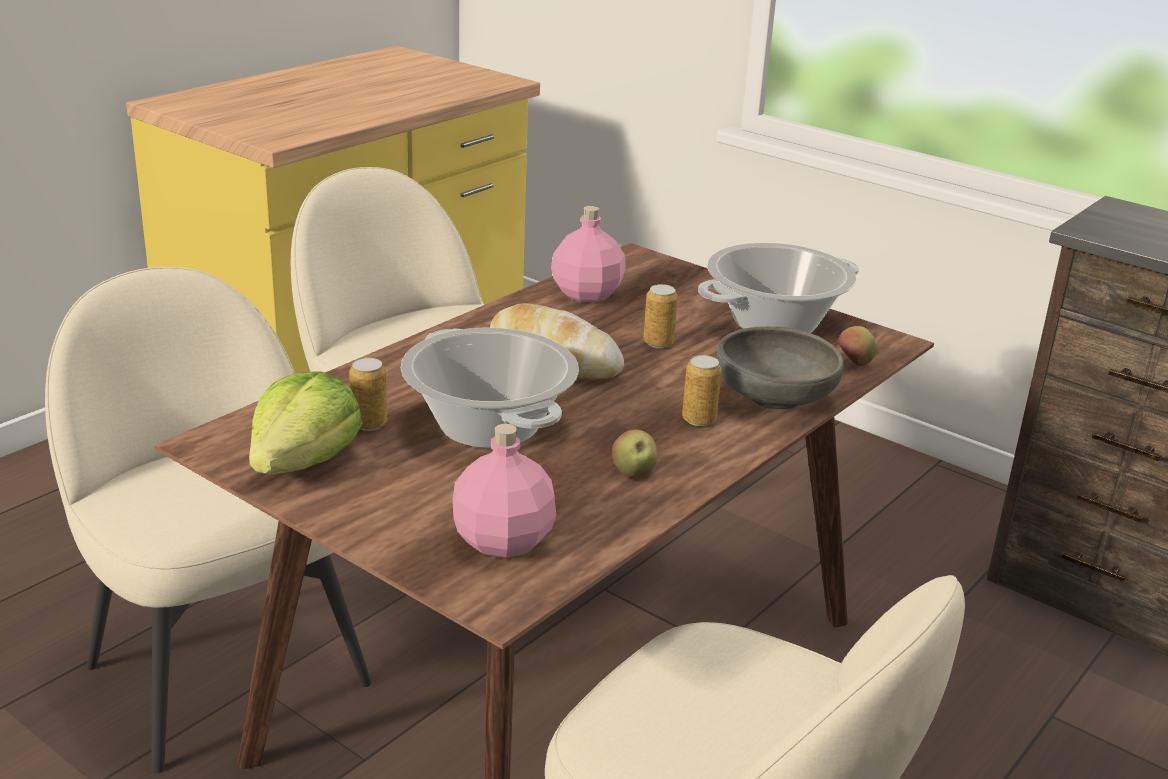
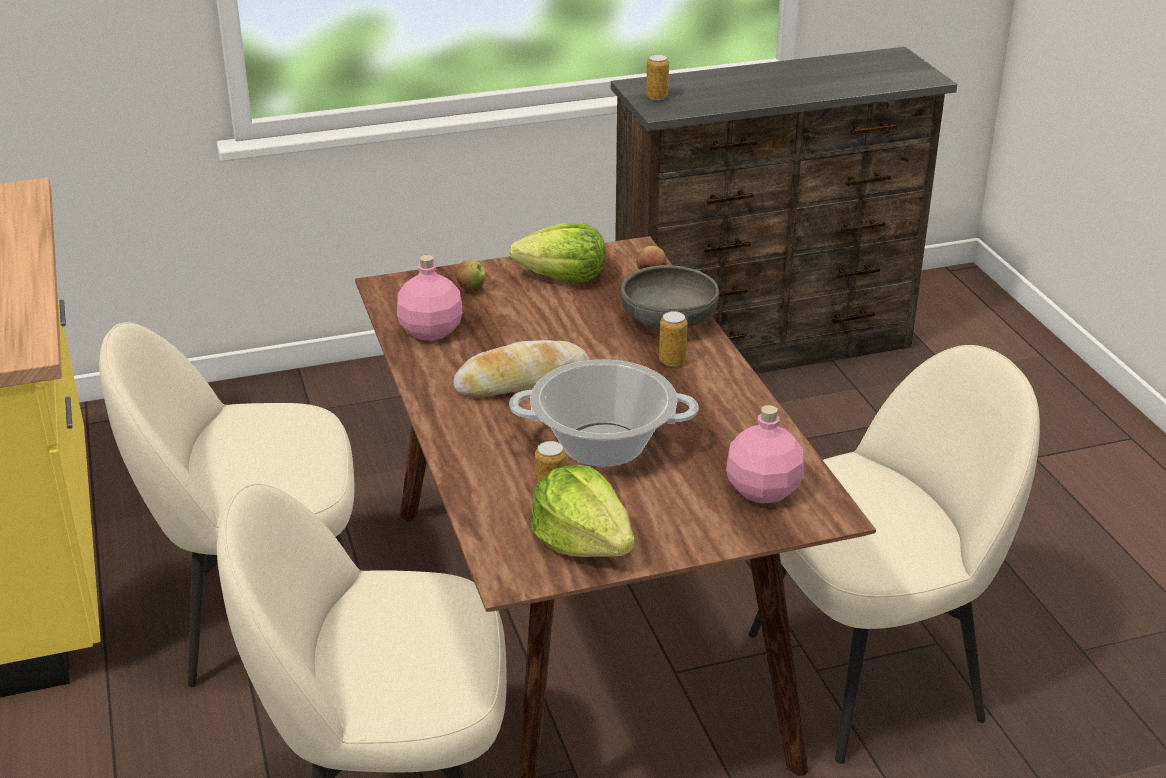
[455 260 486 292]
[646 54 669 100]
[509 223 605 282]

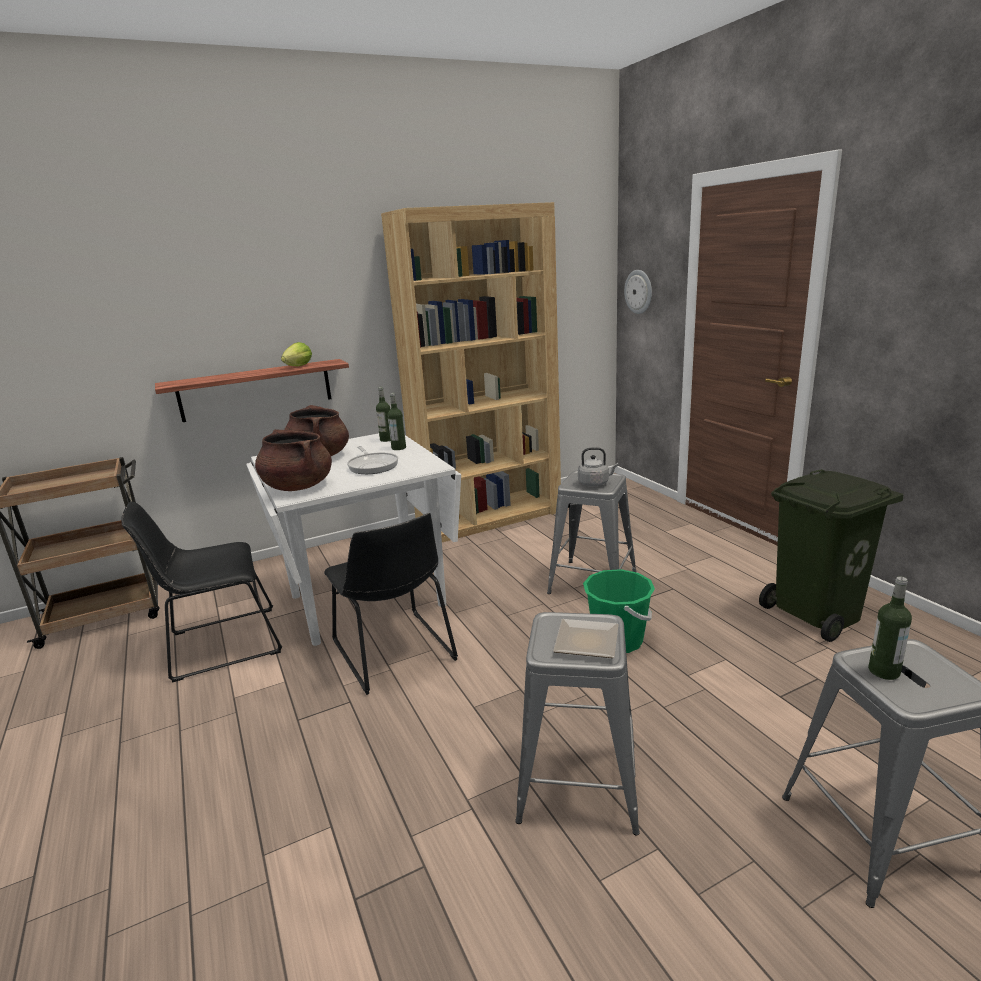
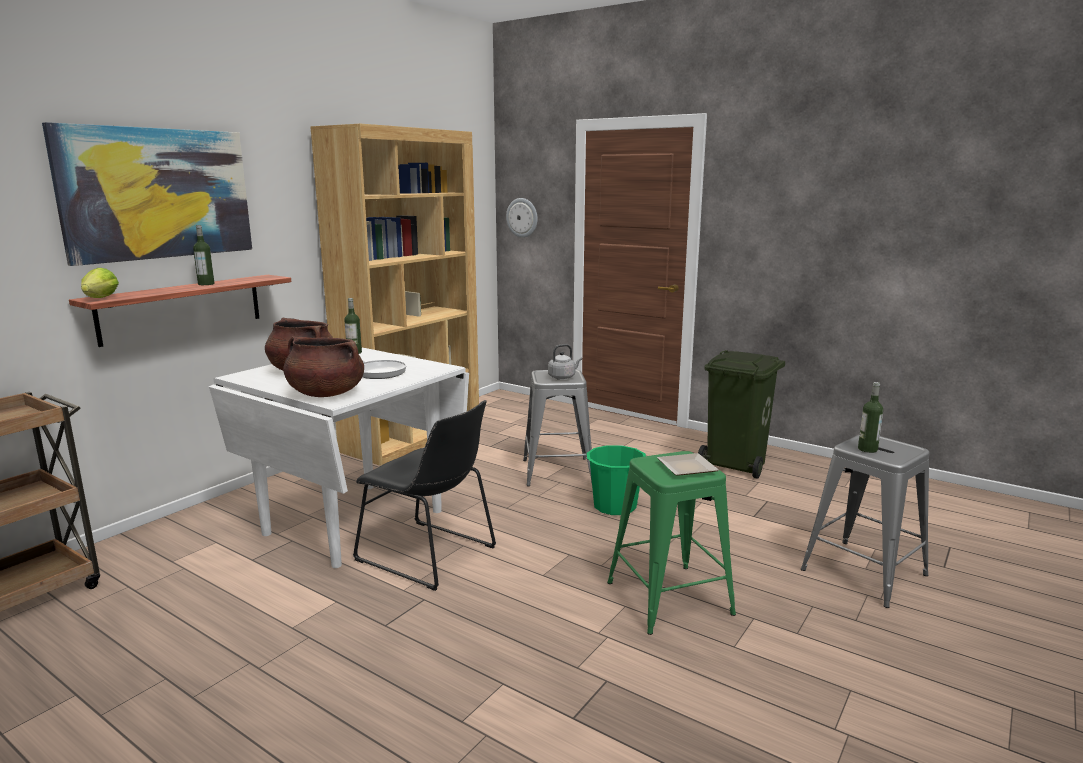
[121 501 282 683] (first image)
[81 268 119 298]
[193 225 214 285]
[607 451 736 635]
[42 122 252 266]

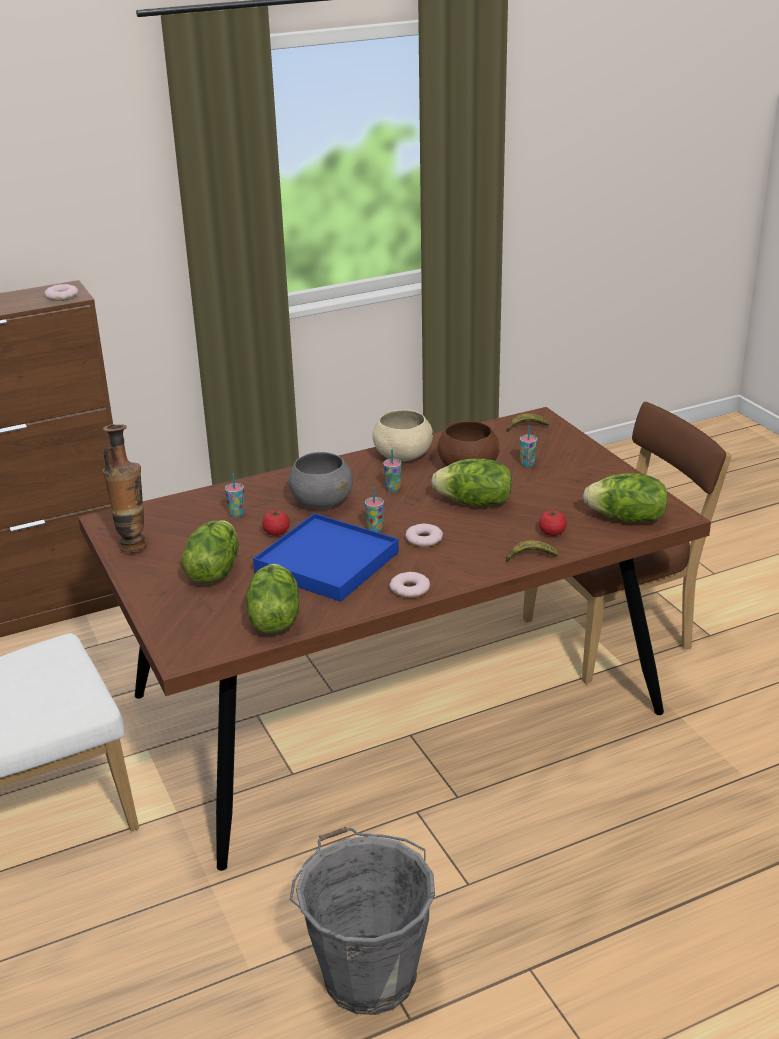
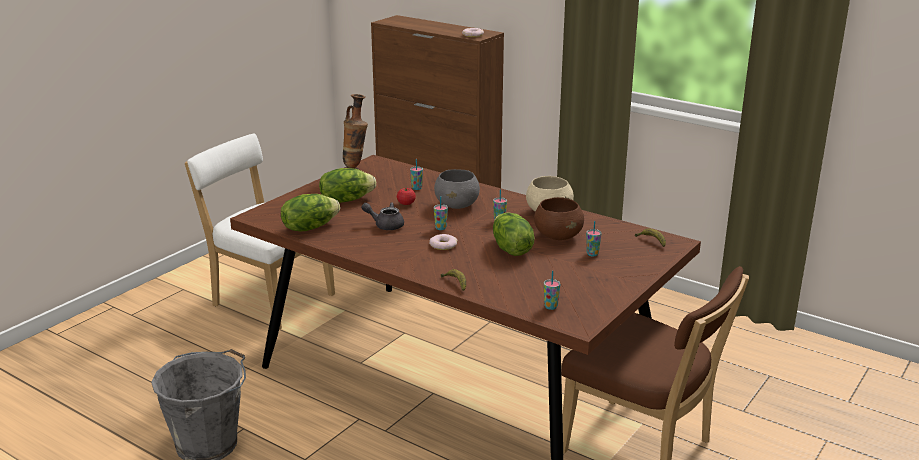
[361 202 404 230]
[389 572 430 598] (first image)
[539 510 567 536] (first image)
[544 271 560 310]

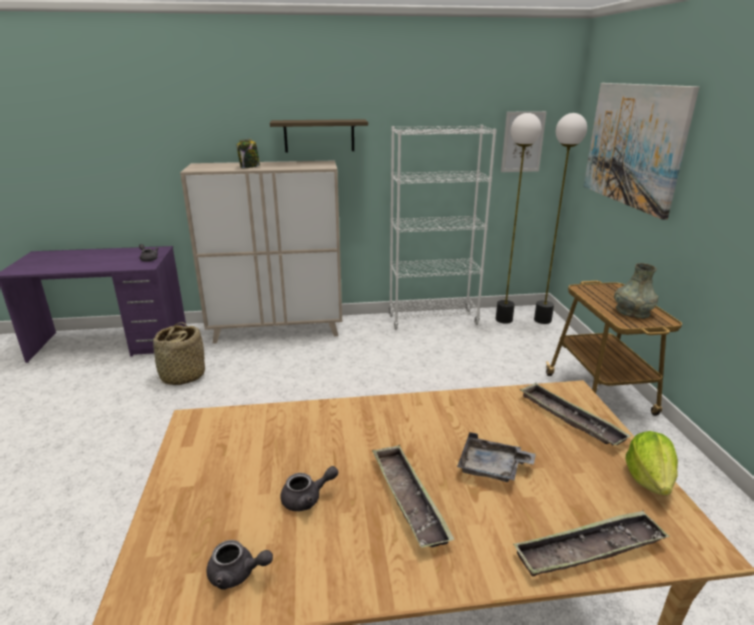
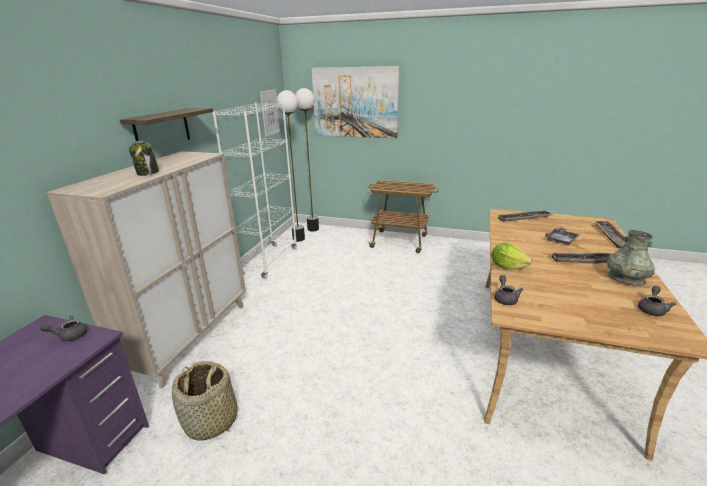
[494 275 523 305]
[606 230 655 286]
[492 242 533 270]

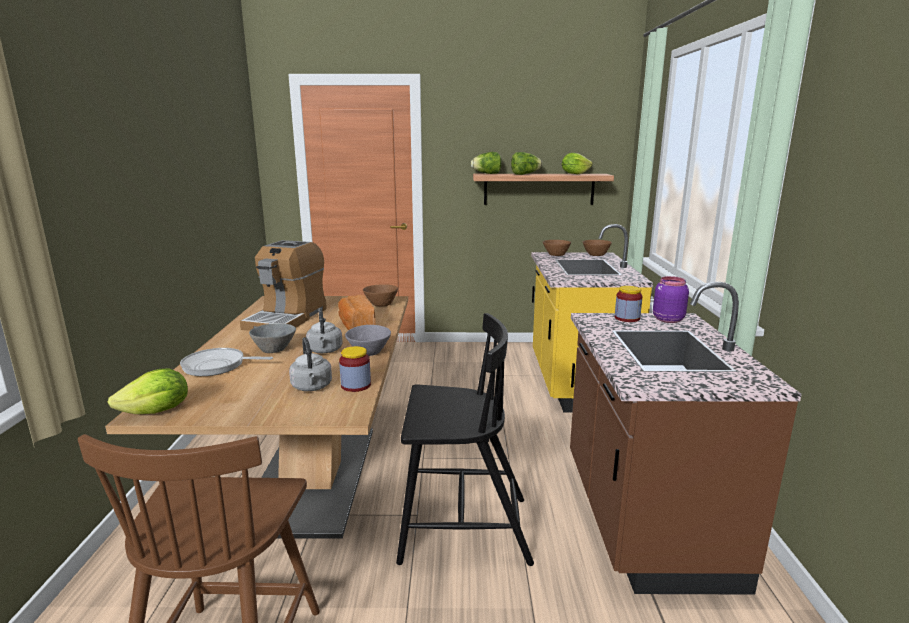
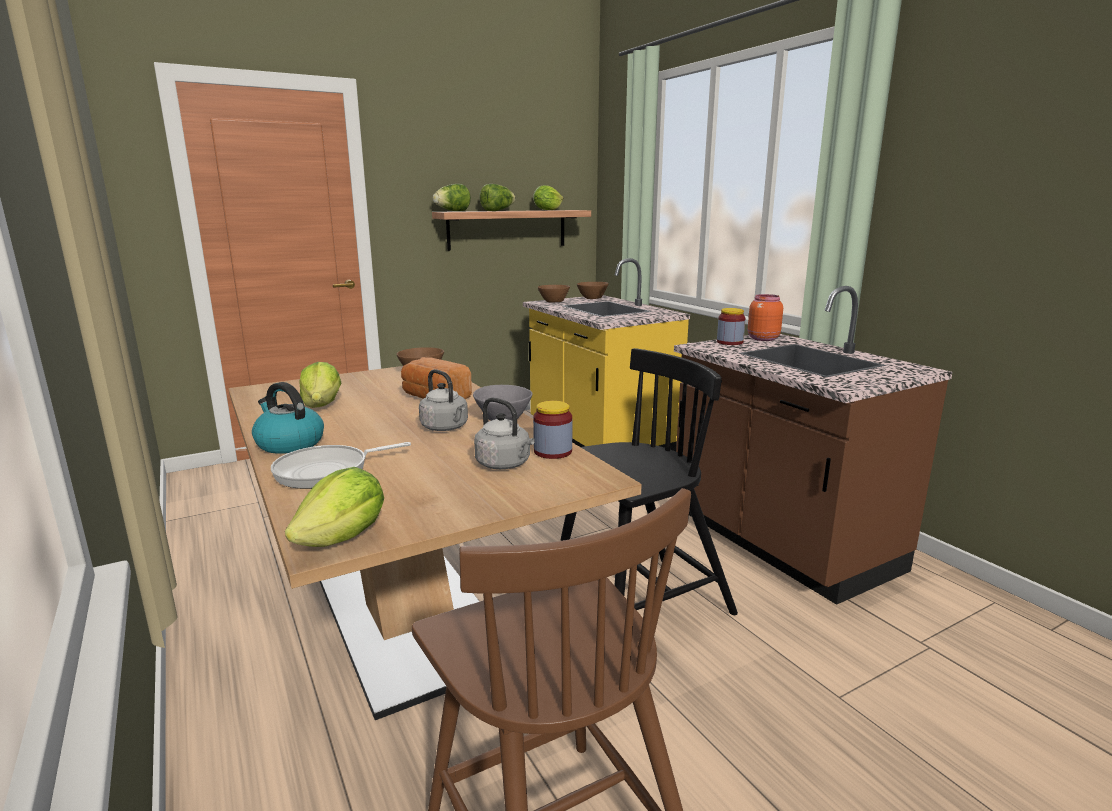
[299 362 341 408]
[249 323 296 353] (first image)
[748 294 783 341]
[252 382 324 454]

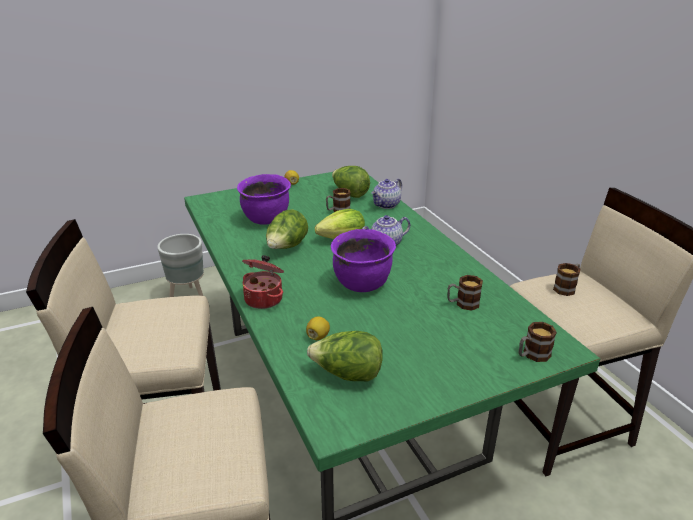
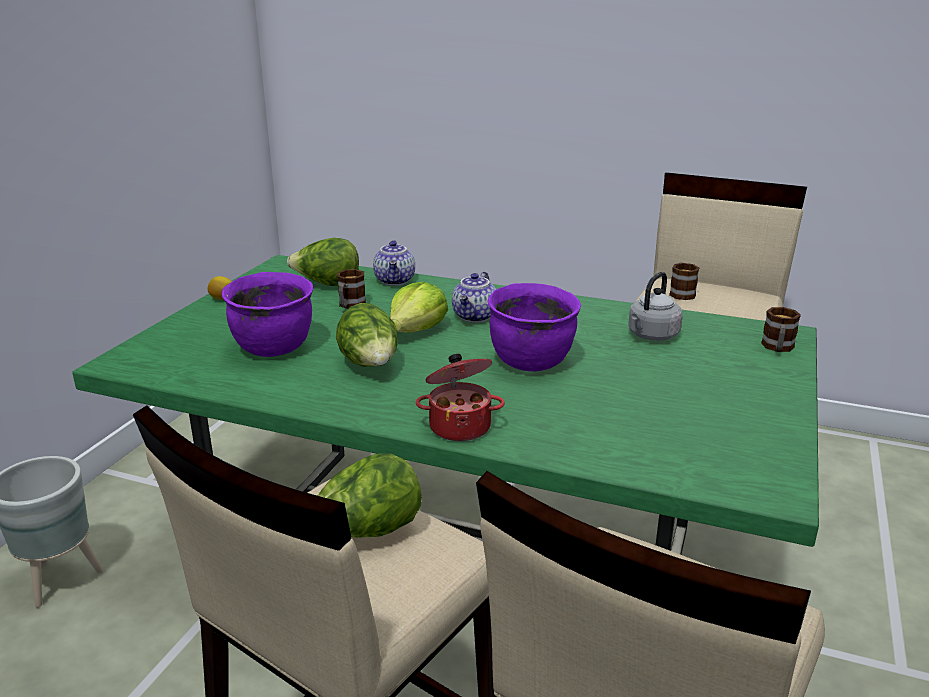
[306 317 330 340] (first image)
[318 453 422 538]
[628 272 683 341]

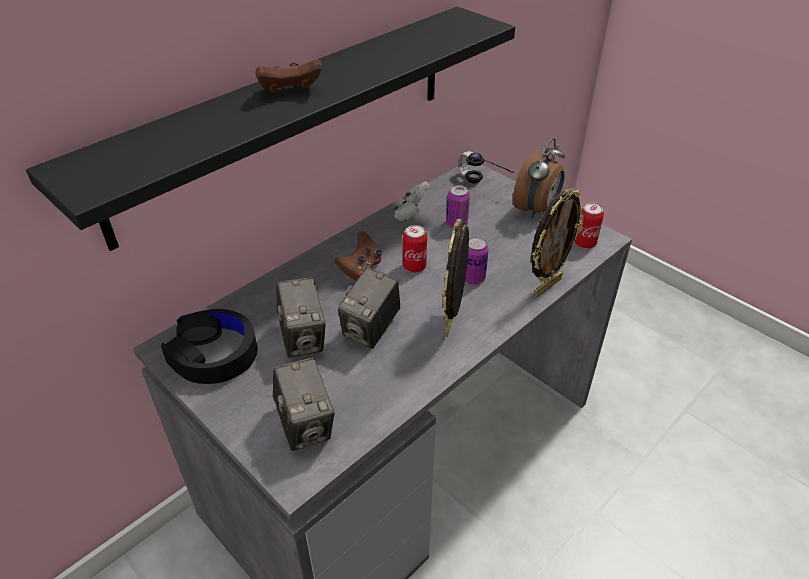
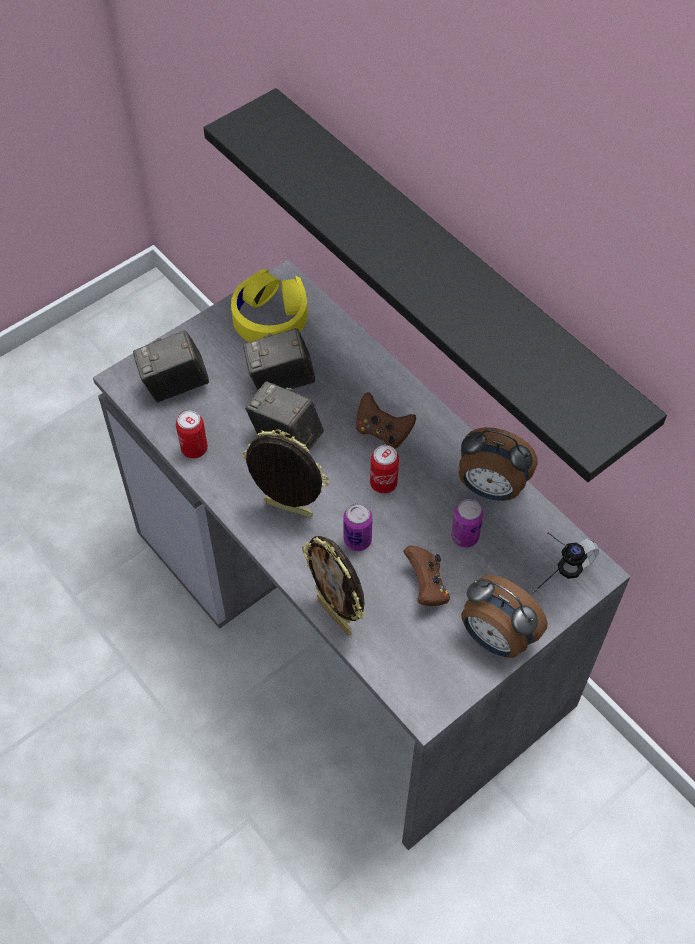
[231 269 308 342]
[403 545 450 606]
[459 427 537 501]
[176 410 208 458]

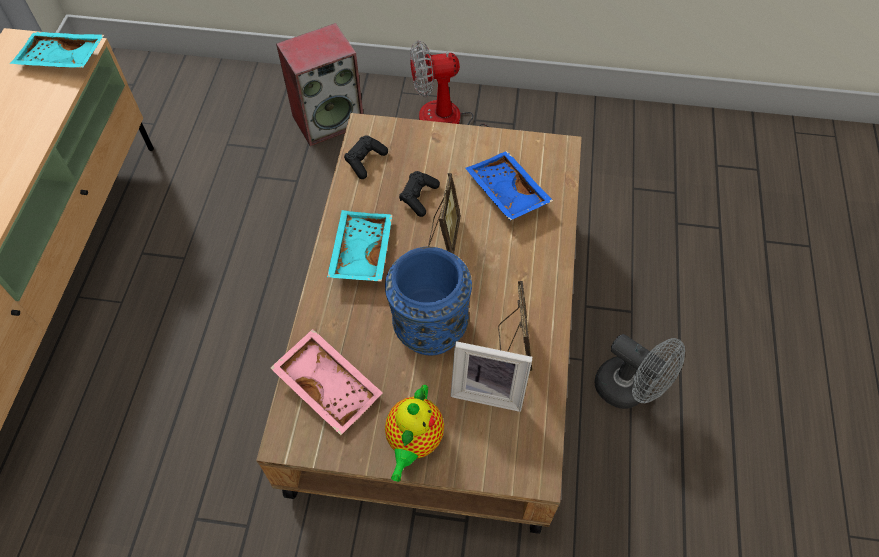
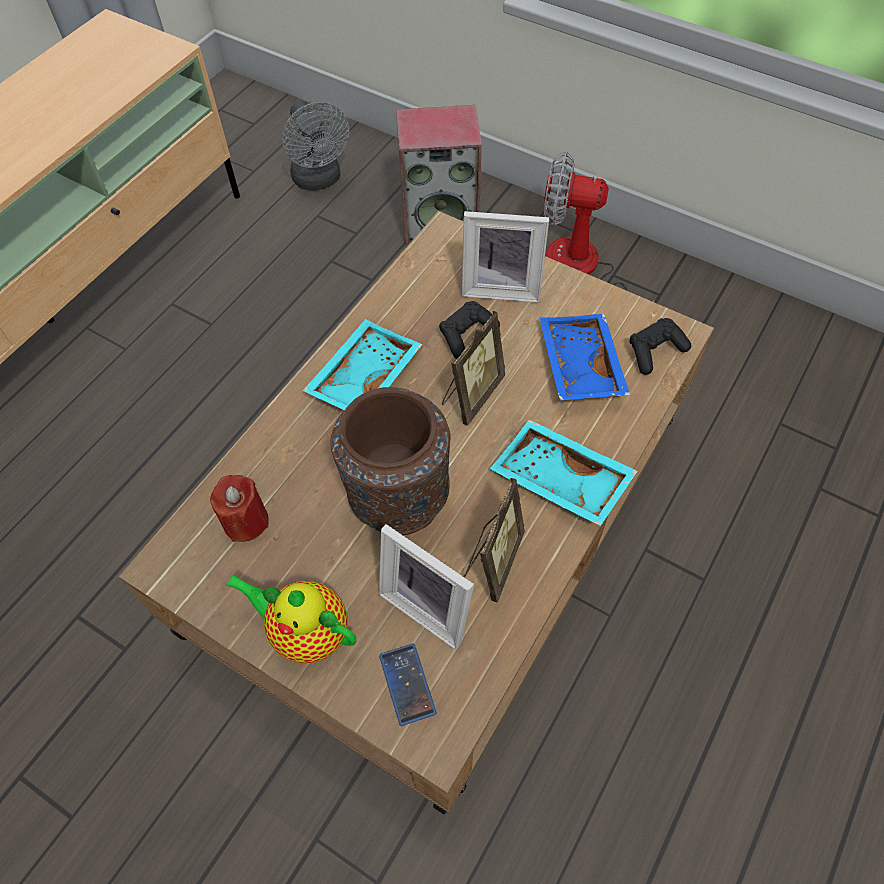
[490 420 638 526]
[210 475 269 542]
[629 318 691 375]
[330 387 450 535]
[226 574 357 663]
[282 101 349 191]
[379 644 436 726]
[462 211 549 303]

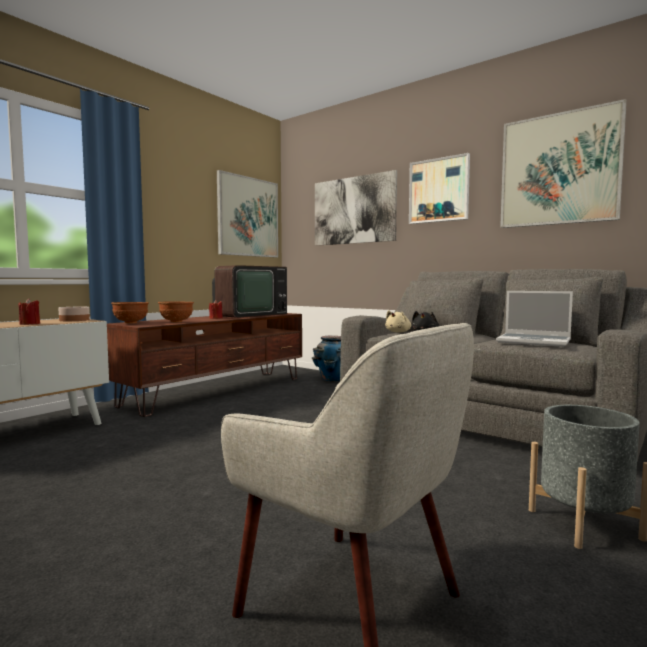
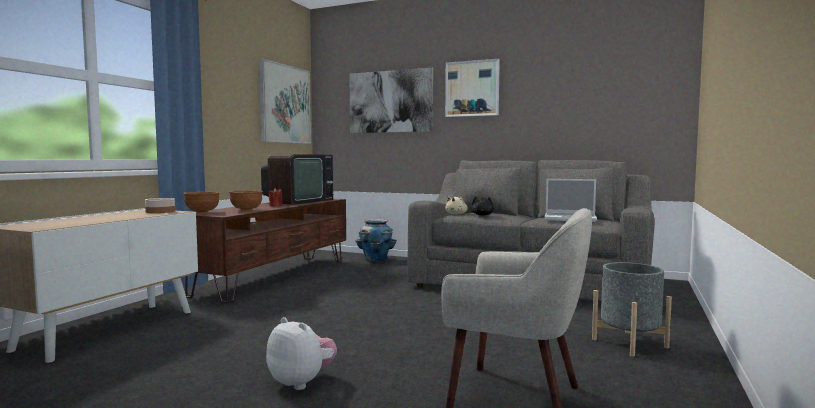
[18 298 40 325] (first image)
[500 99 627 228] (first image)
[266 317 337 390]

